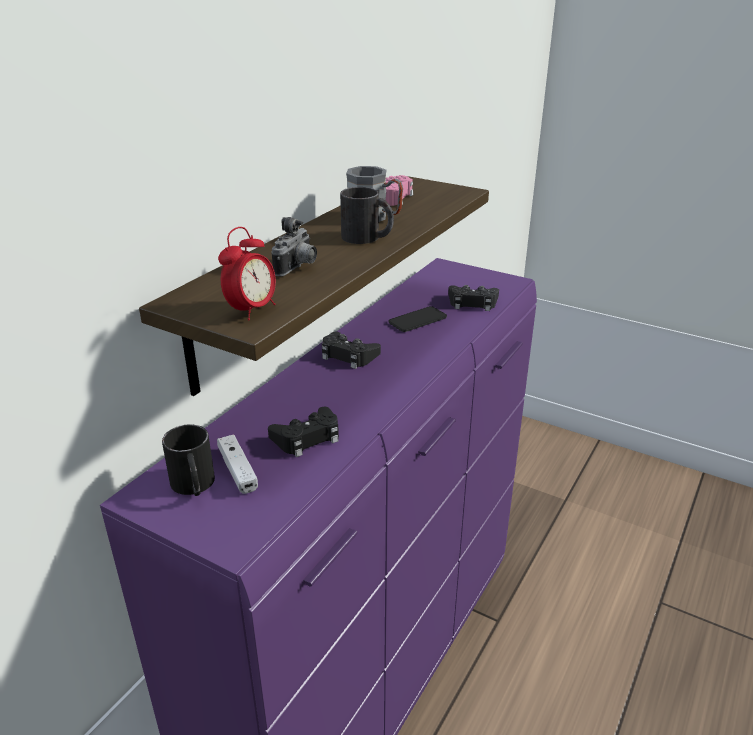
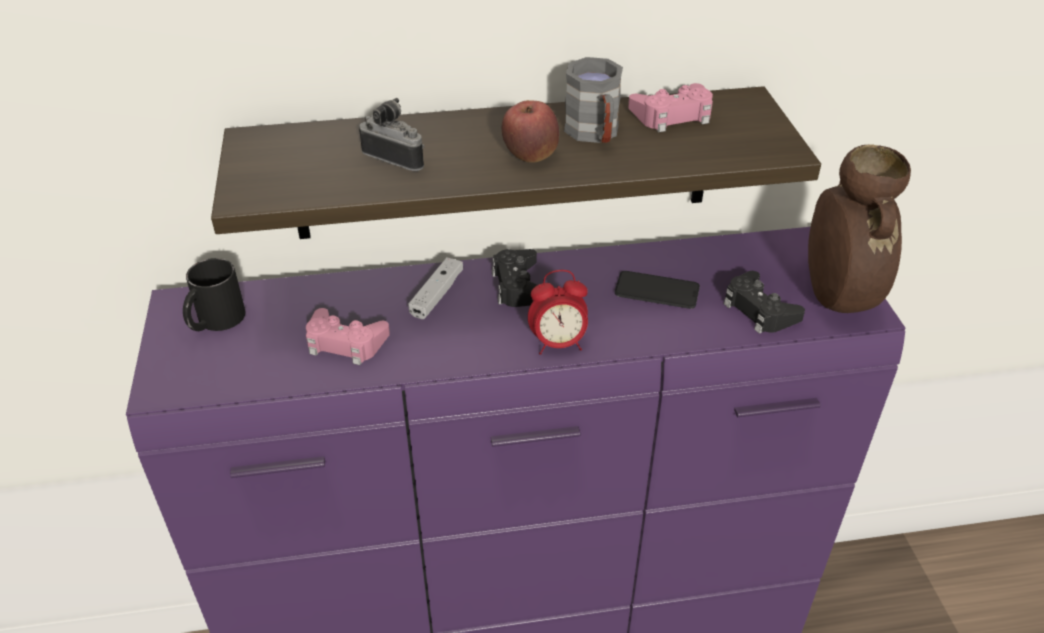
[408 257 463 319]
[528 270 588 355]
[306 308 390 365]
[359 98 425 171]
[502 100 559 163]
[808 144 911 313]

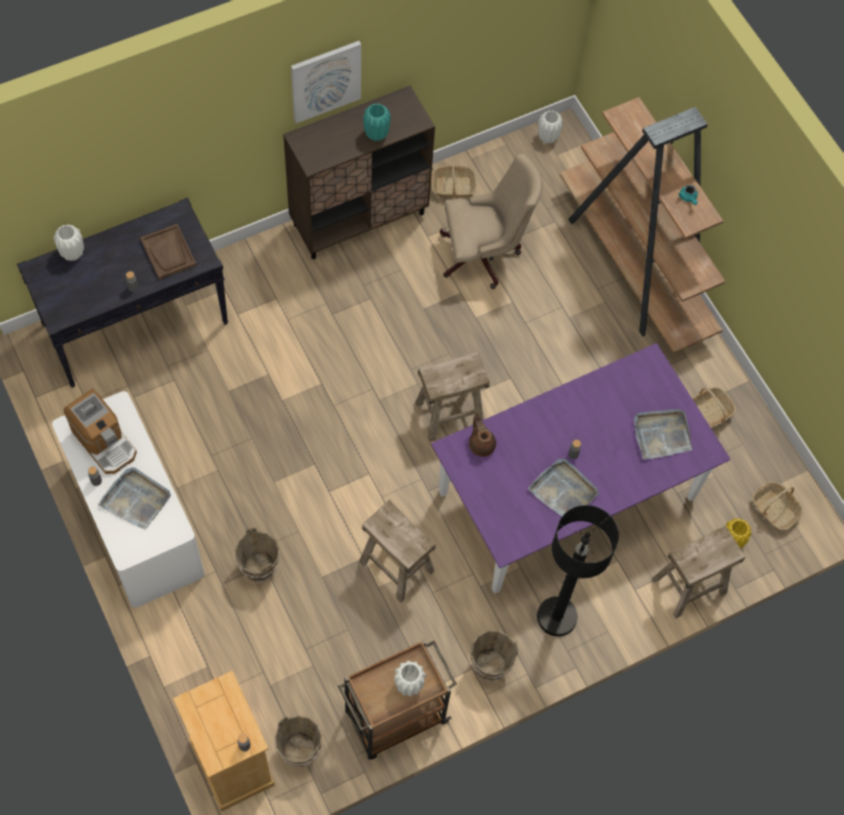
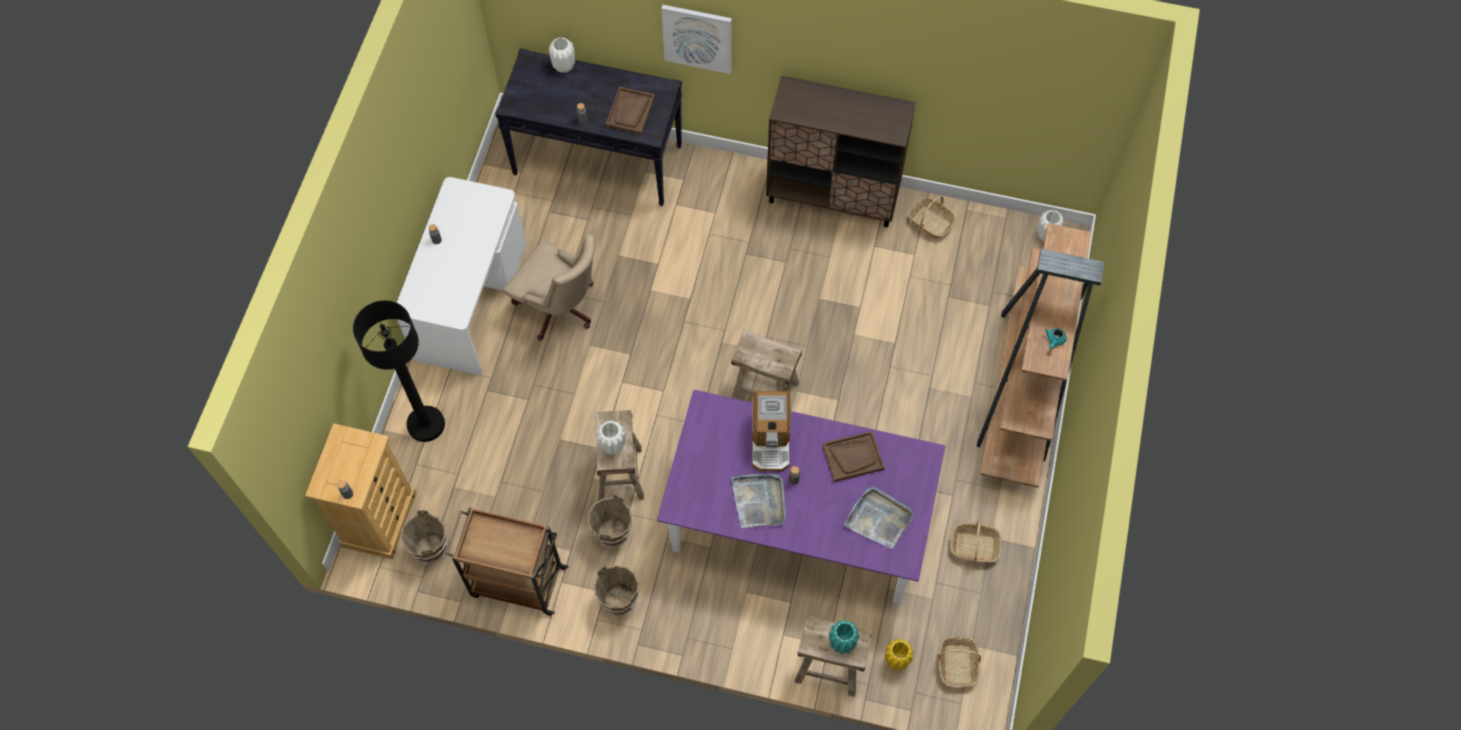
[752 391 791 472]
[98 467 171 530] (first image)
[588 494 632 548]
[661 5 732 74]
[829 619 860 654]
[597 420 625 455]
[503 234 595 341]
[469 413 496 457] (first image)
[353 300 445 442]
[822 431 885 482]

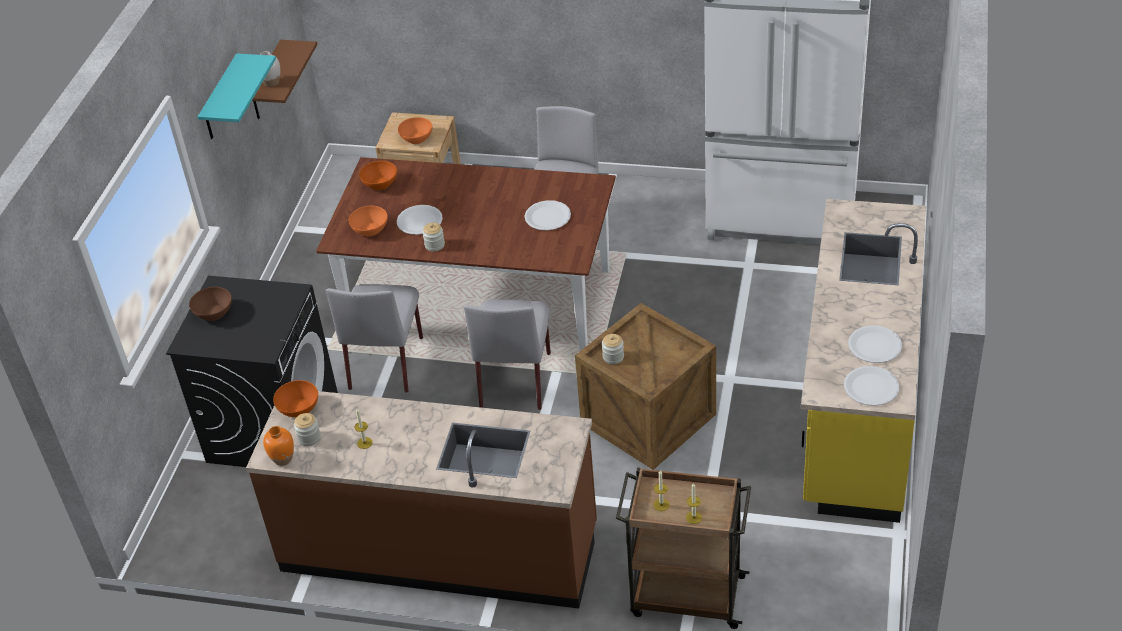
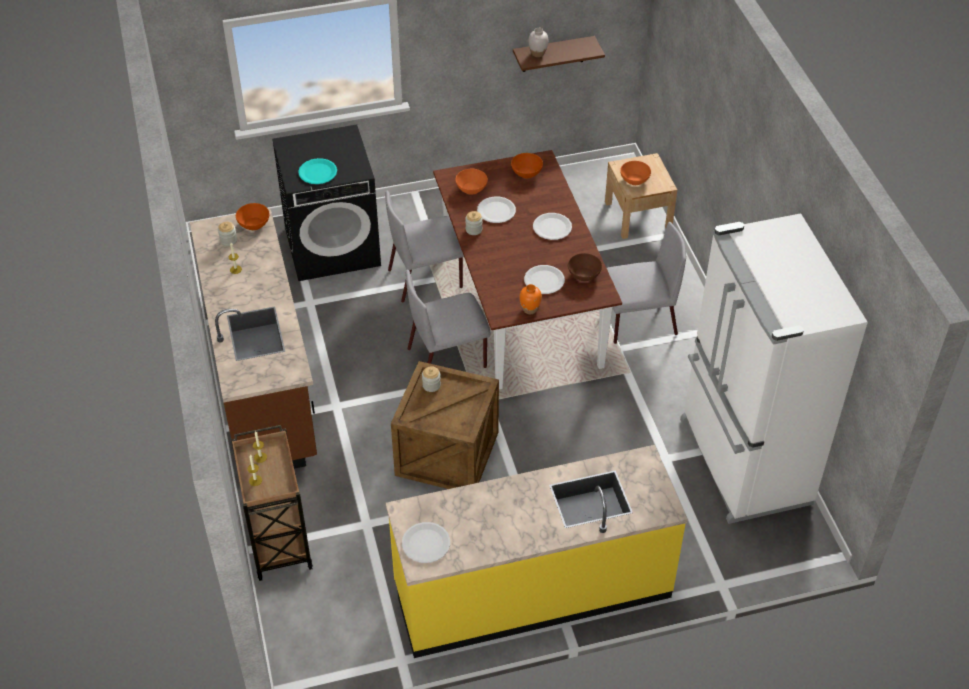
[568 253 602 281]
[198 53 276 139] (first image)
[520 284 542 314]
[533 213 572 240]
[298 158 337 184]

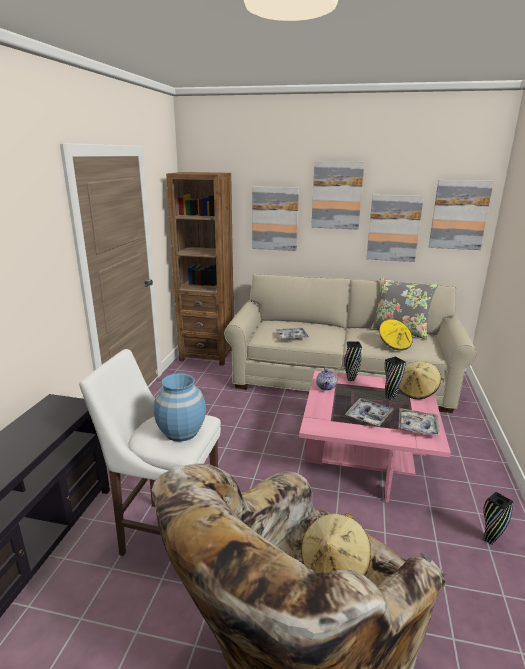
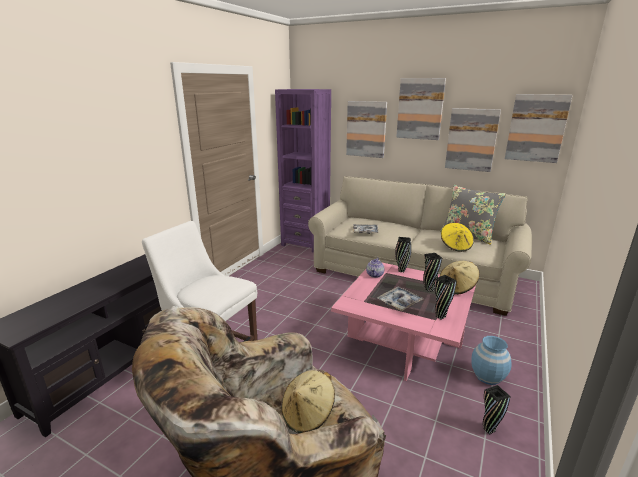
[471 336 512 385]
[275 89 331 253]
[434 275 456 320]

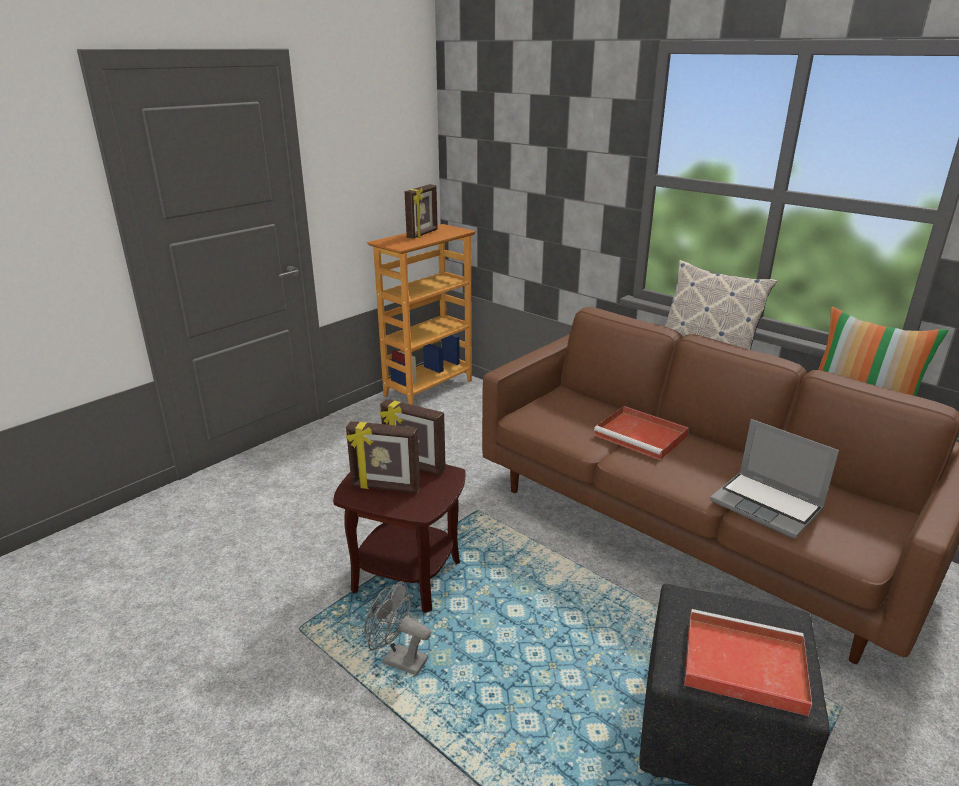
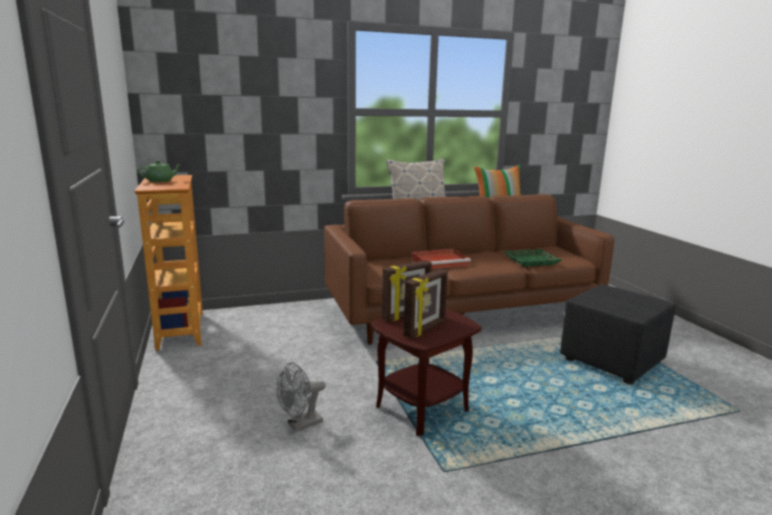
[277 362 326 432]
[137 160 181 182]
[684 609 812 716] (first image)
[503 249 562 267]

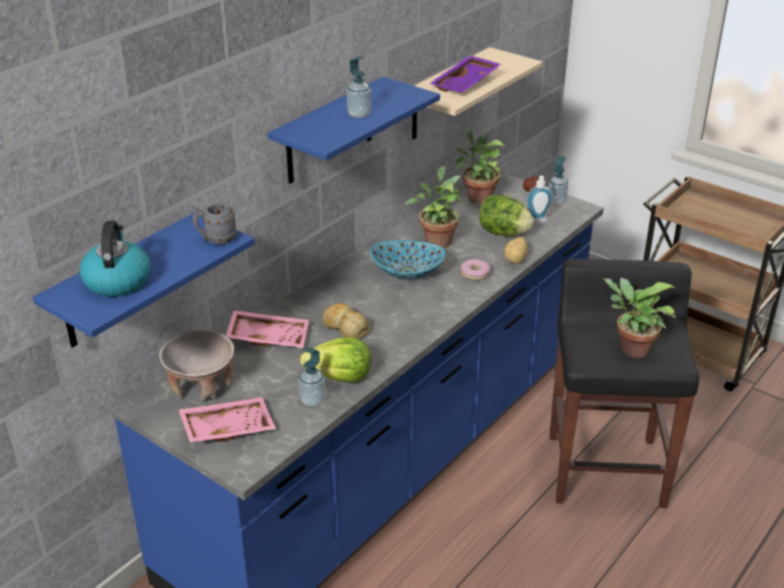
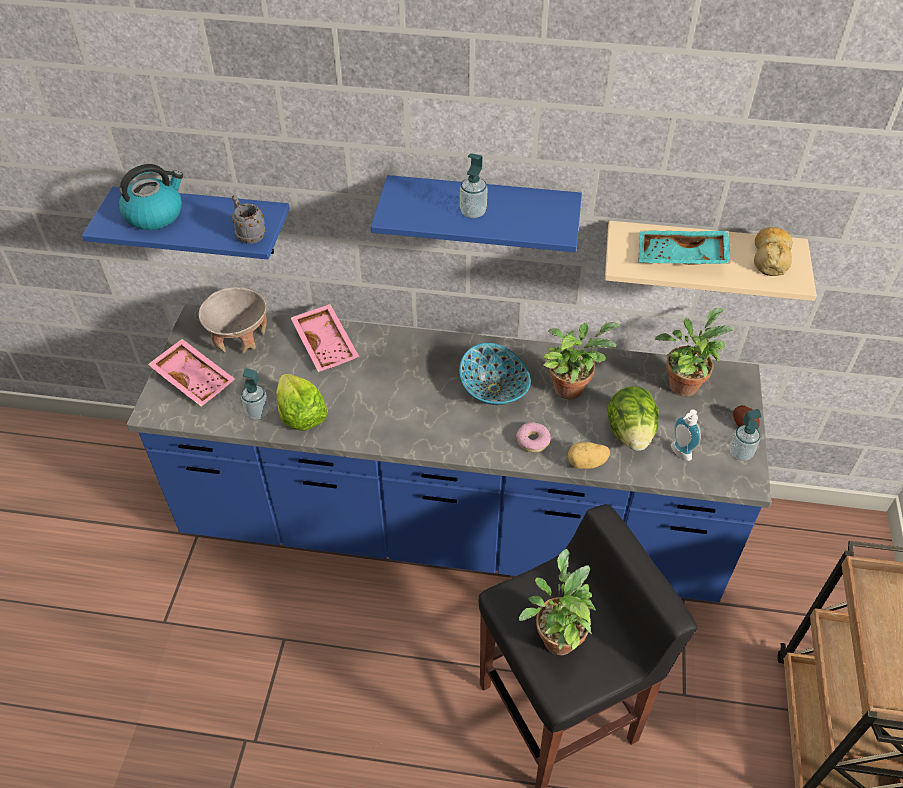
[754 227 793 276]
[638 230 730 265]

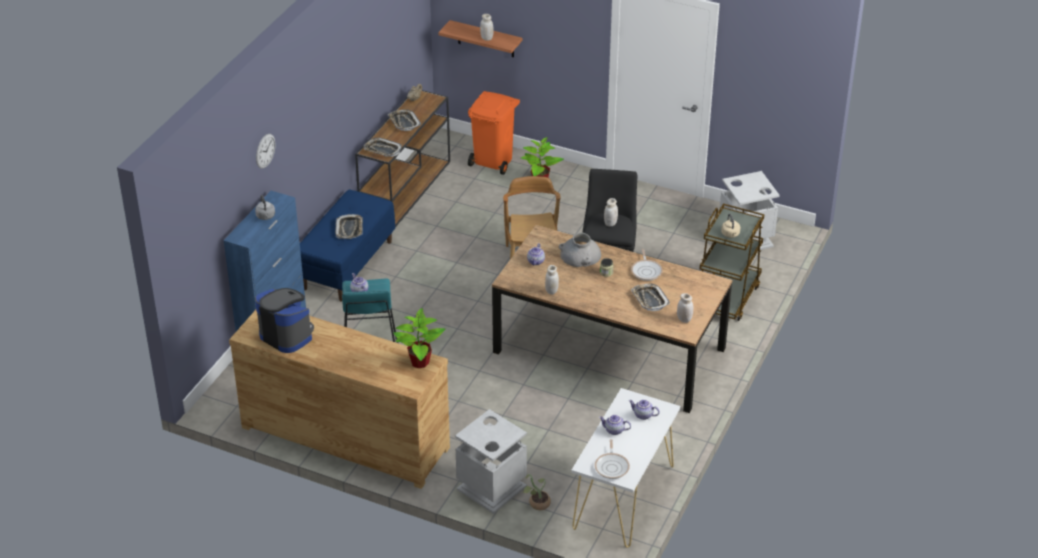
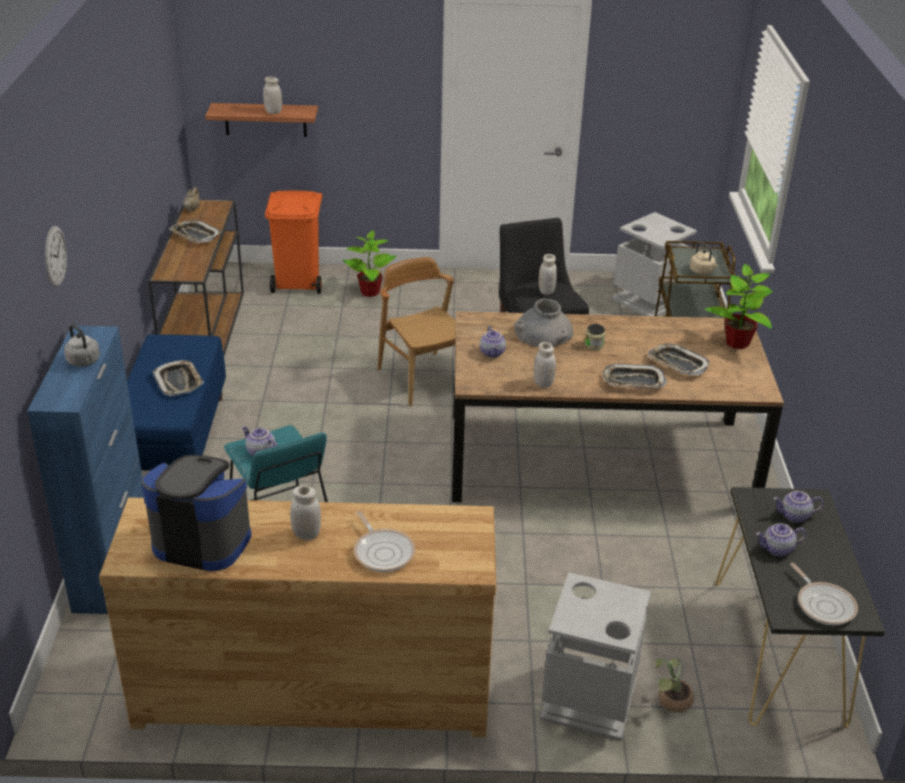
[603 364 667 388]
[704 264 773 349]
[715 487 885 728]
[354 511 415 572]
[290 486 321 540]

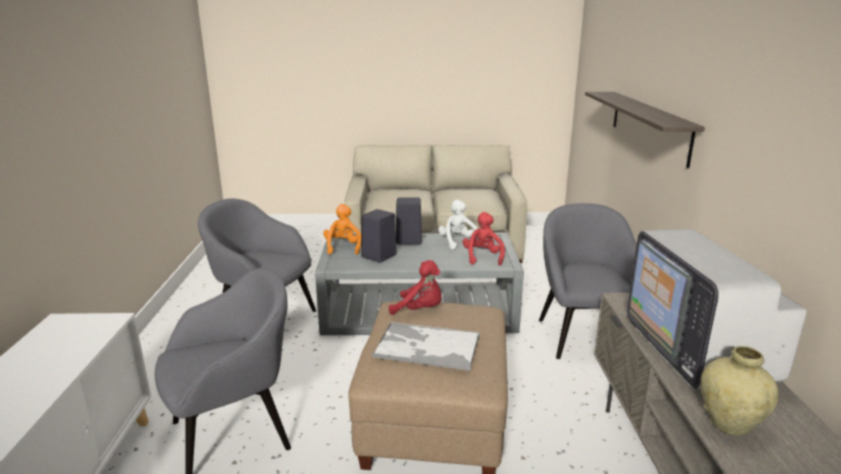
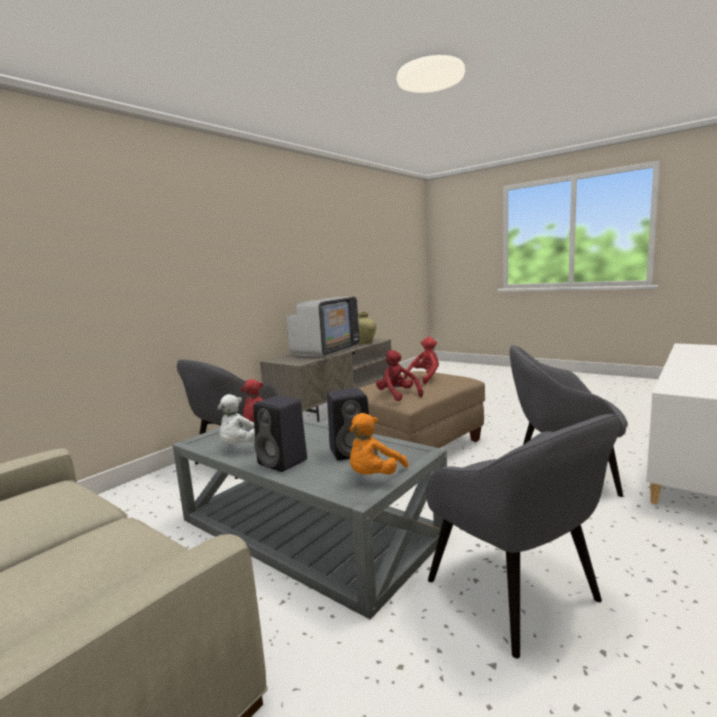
[404 337 439 384]
[585 92 705 168] (first image)

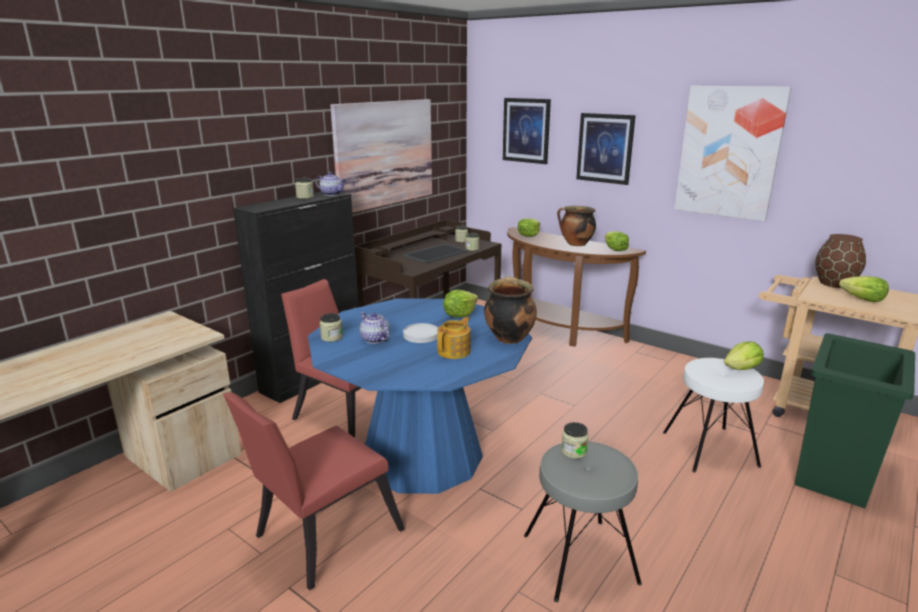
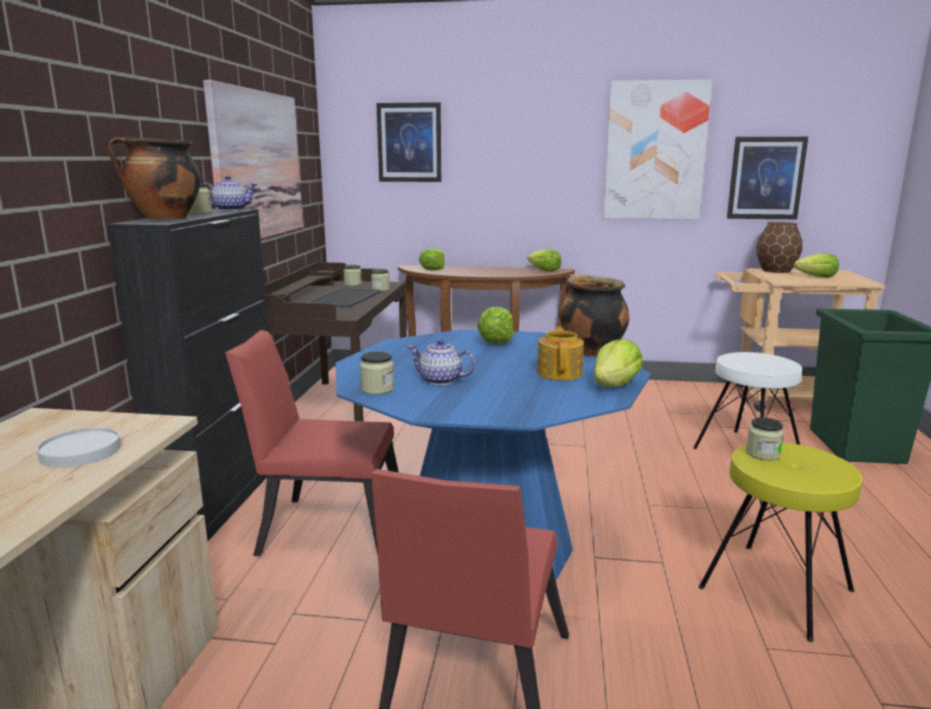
[37 427 121 468]
[699 442 862 642]
[108 137 201 220]
[727 137 808 219]
[594 339 643 387]

